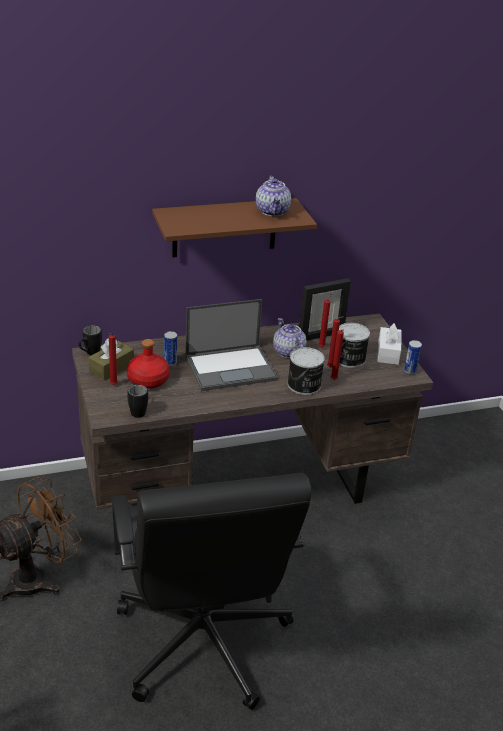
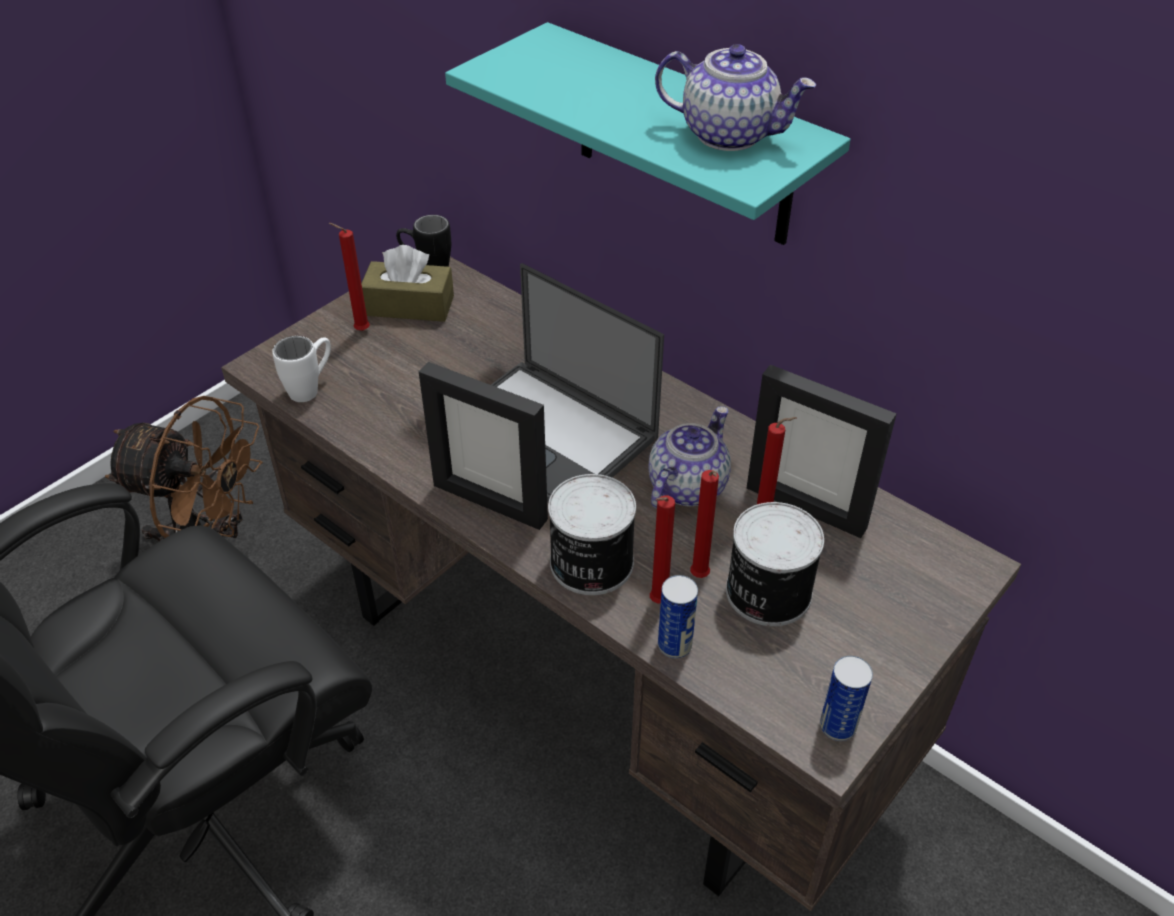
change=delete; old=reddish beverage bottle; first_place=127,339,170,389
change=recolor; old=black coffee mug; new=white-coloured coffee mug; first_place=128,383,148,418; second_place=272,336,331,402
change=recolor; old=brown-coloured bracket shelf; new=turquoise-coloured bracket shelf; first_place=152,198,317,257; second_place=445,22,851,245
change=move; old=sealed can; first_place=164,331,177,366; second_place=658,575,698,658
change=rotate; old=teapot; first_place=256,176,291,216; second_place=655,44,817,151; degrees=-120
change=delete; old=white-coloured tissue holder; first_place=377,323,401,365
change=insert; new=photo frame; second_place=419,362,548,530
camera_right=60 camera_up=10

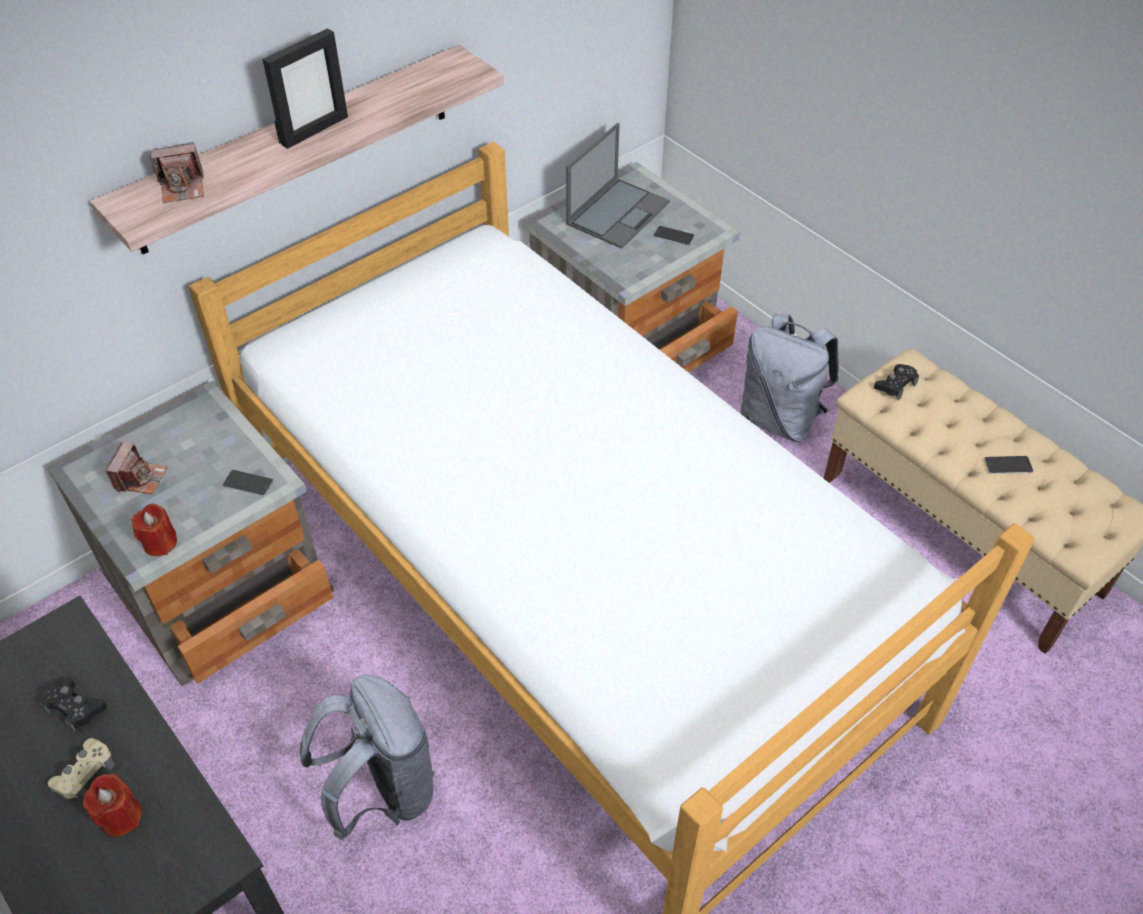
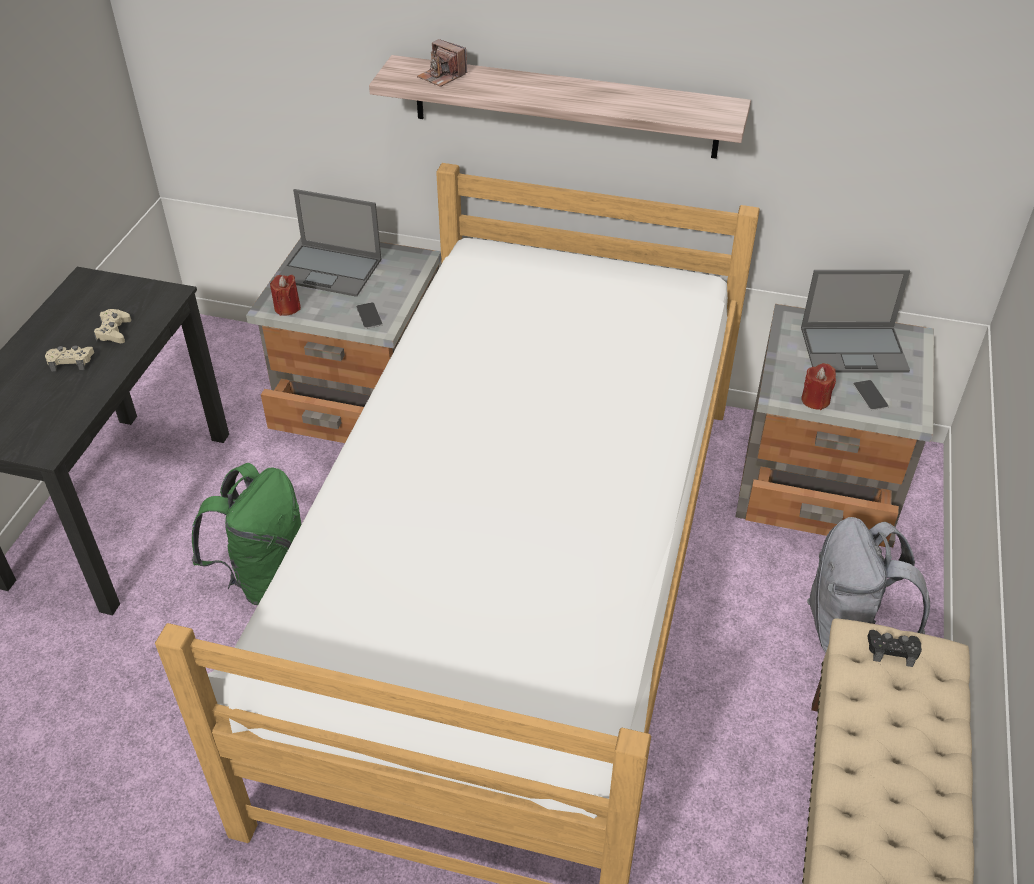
change=recolor; old=black gamepad; new=sand-coloured gamepad; first_place=39,677,107,732; second_place=94,309,131,343
change=move; old=reddish wax light; first_place=83,774,142,837; second_place=801,363,836,410
change=replace; old=still camera; new=portable computer; first_place=106,441,168,494; second_place=279,189,382,297
change=delete; old=photo frame; first_place=263,28,348,149
change=recolor; old=greyish knapsack; new=greenish knapsack; first_place=300,674,435,841; second_place=192,463,301,605
change=delete; old=telephone; first_place=984,456,1034,474
camera_right=55 camera_up=-5

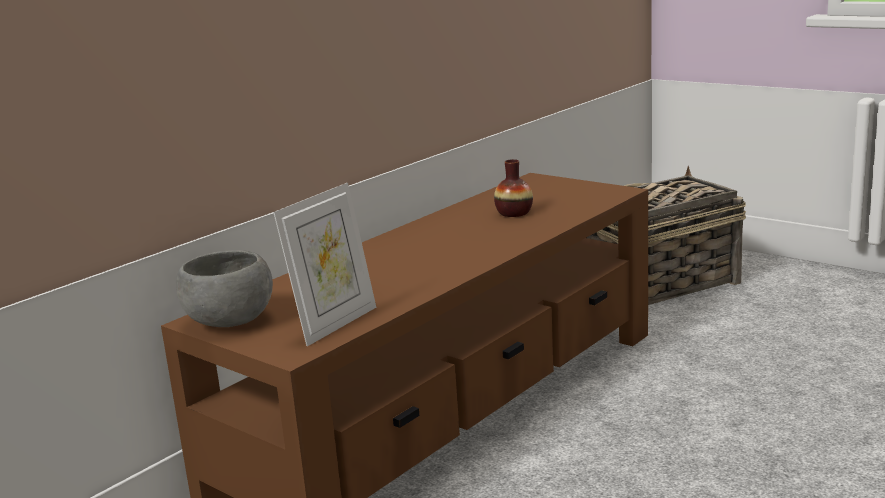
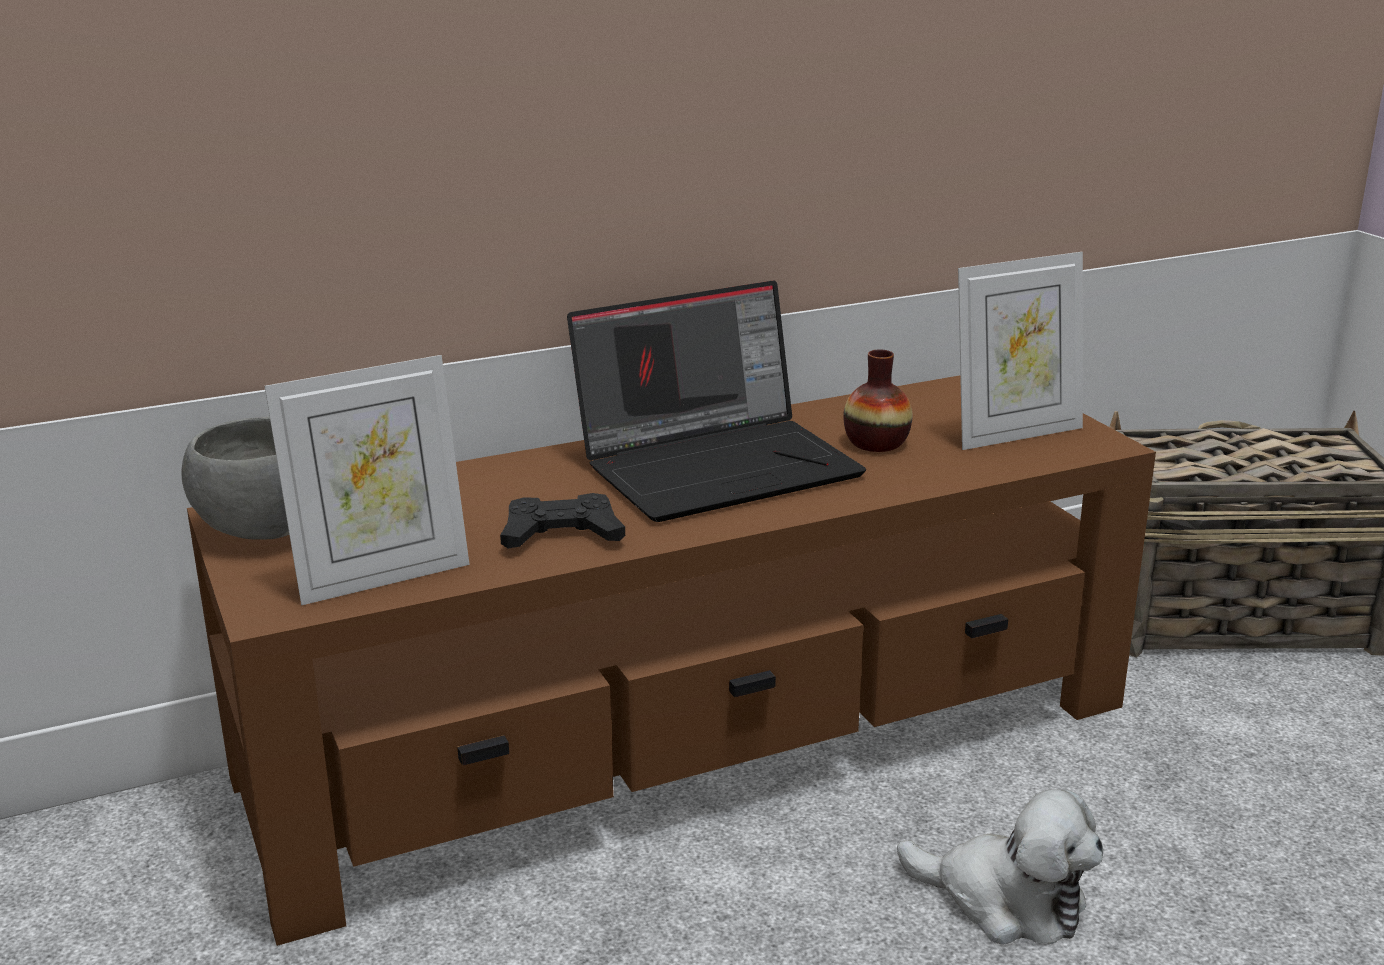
change=insert; new=black gamepad; second_place=500,493,625,549
change=insert; new=portable computer; second_place=567,281,866,522
change=insert; new=soft toy; second_place=897,789,1103,945
change=insert; new=photo frame; second_place=958,252,1083,450
camera_right=25 camera_up=5

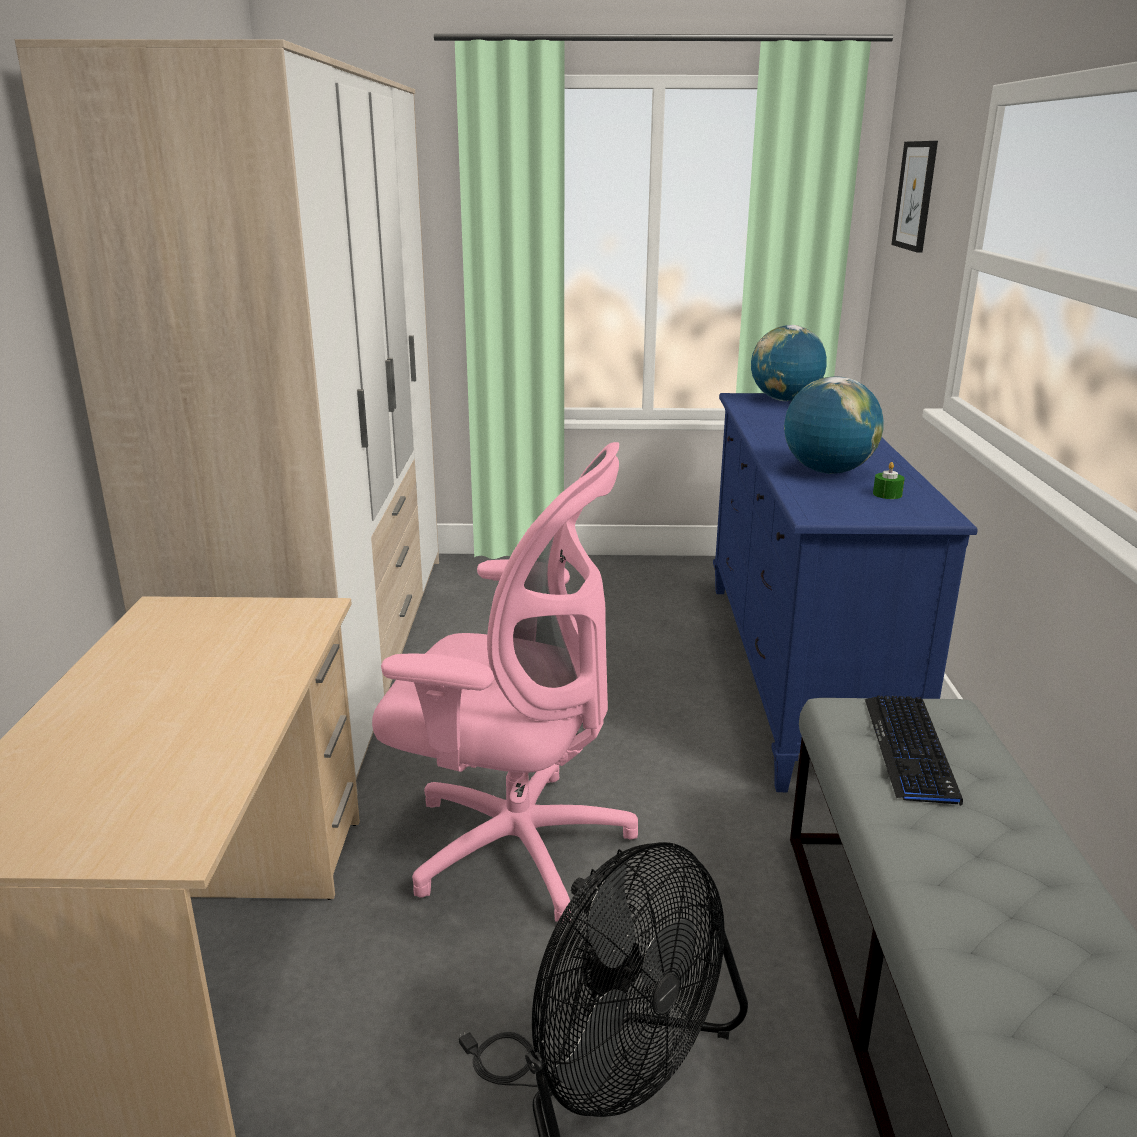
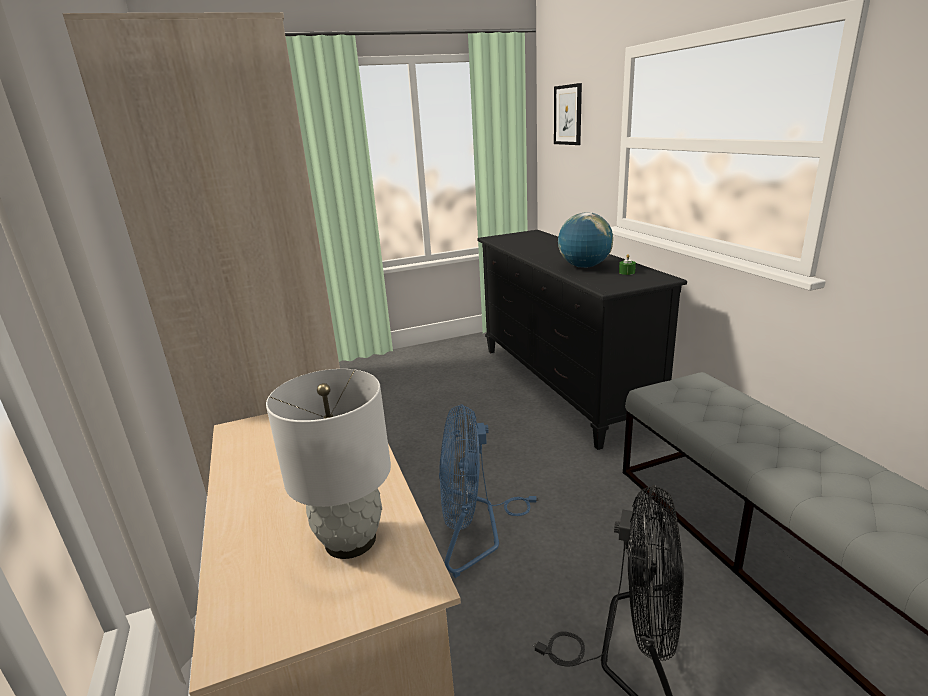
change=replace; old=pink-coloured computer chair; new=bluish electric fan; first_place=372,442,638,922; second_place=439,404,539,578
change=recolor; old=bluish dresser; new=black dresser; first_place=713,393,978,792; second_place=477,230,687,450
change=delete; old=globe; first_place=751,325,827,401
change=delete; old=keyboard; first_place=865,695,963,806
change=insert; new=white-coloured lamp for a table; second_place=266,369,391,559
camera_right=-20 camera_up=0

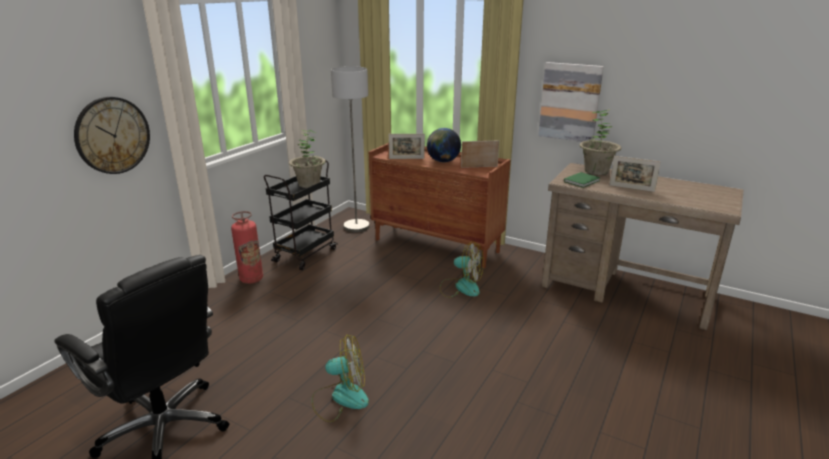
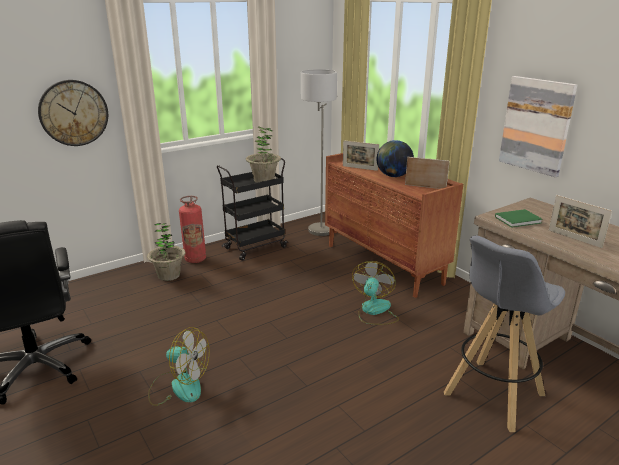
change=rotate; old=electric fan; first_place=439,242,484,298; second_place=352,261,399,325; degrees=-120
change=move; old=potted plant; first_place=579,109,621,175; second_place=147,223,186,281
change=insert; new=greyish stool seat; second_place=444,236,565,432
camera_right=25 camera_up=0

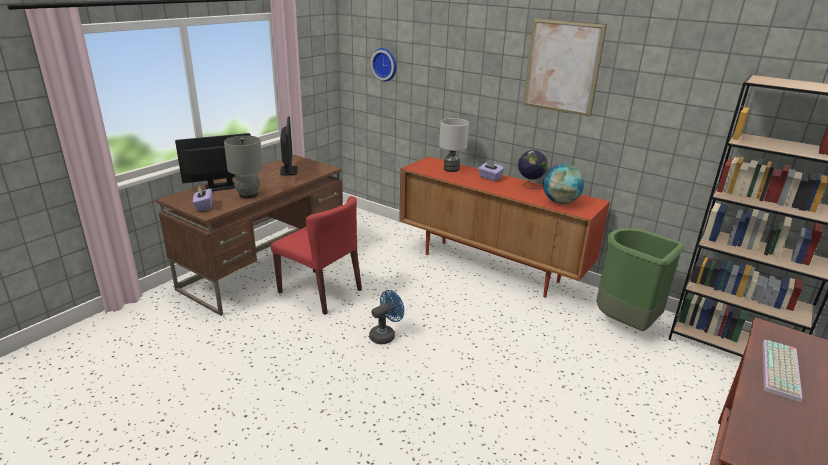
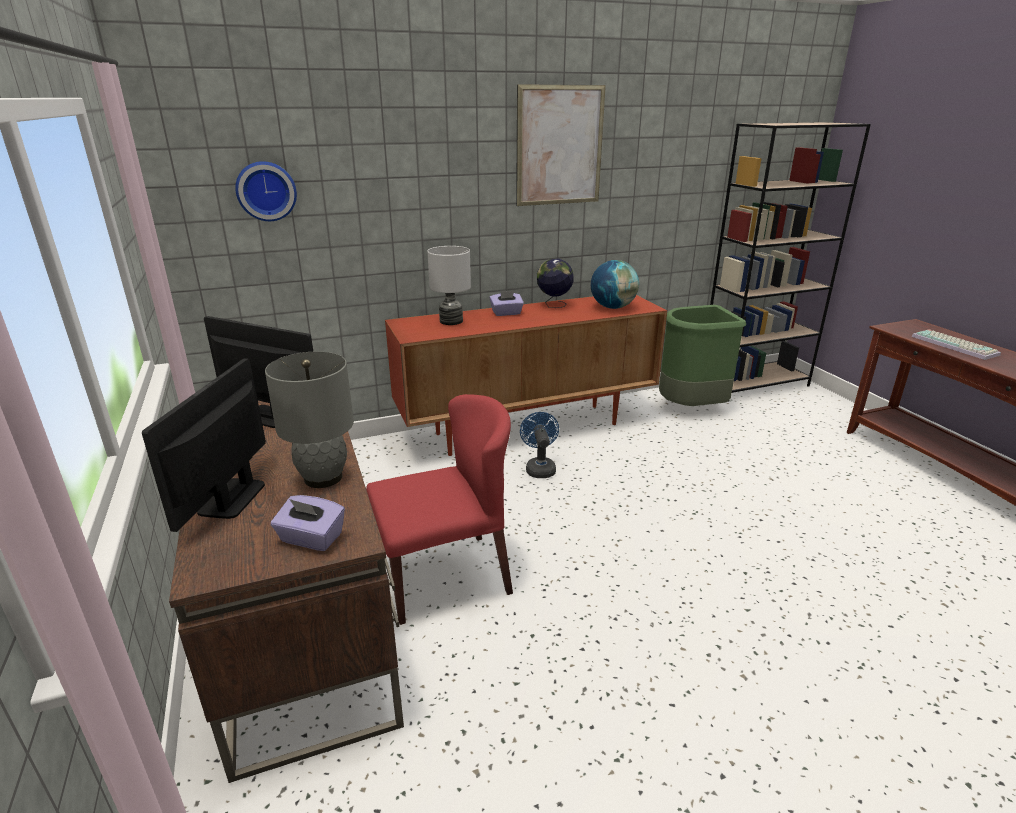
change=move; old=bluish electric fan; first_place=369,290,404,344; second_place=520,412,559,478
camera_right=-55 camera_up=0

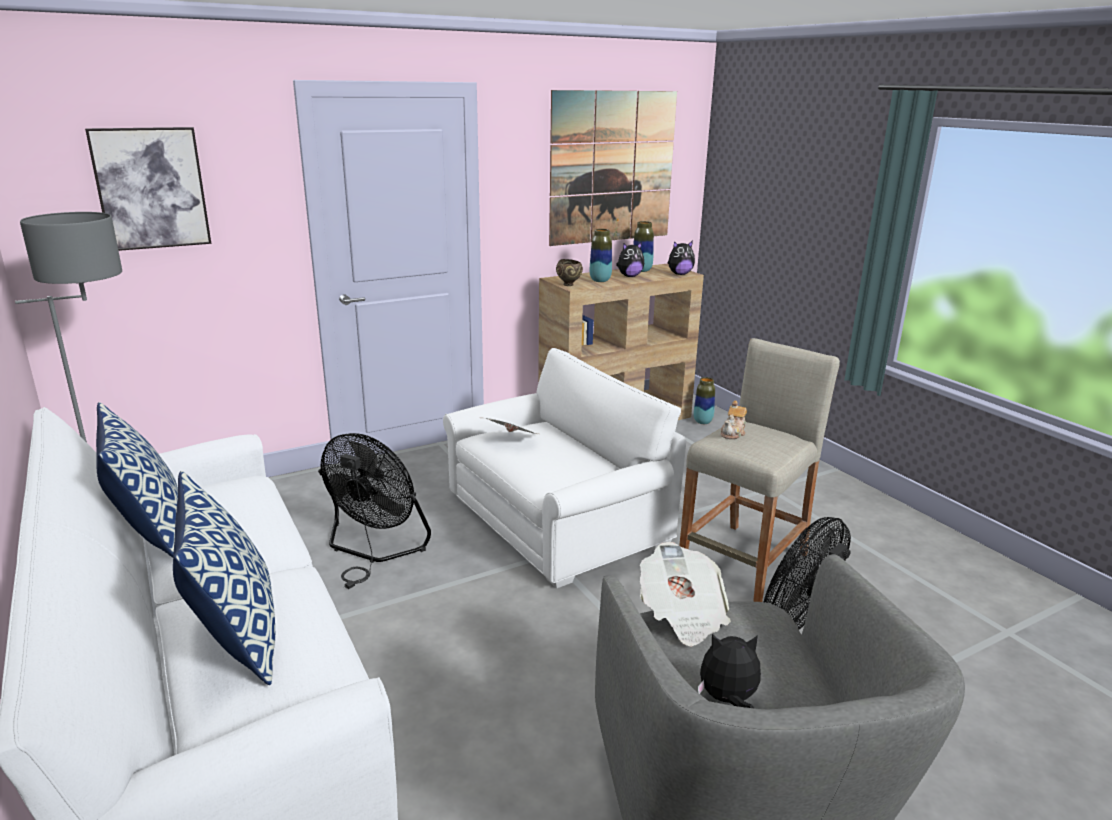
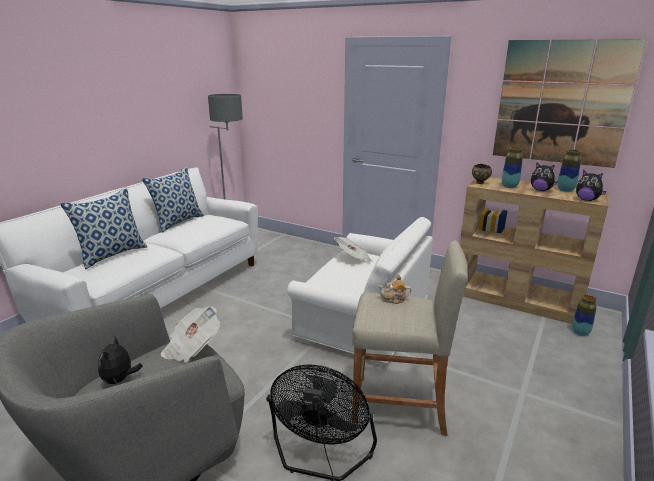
change=delete; old=wall art; first_place=85,127,211,251
change=delete; old=black electric fan; first_place=318,433,431,589
change=rotate; old=soft toy; first_place=698,634,761,708; second_place=98,337,142,384; degrees=-150
camera_right=60 camera_up=0

